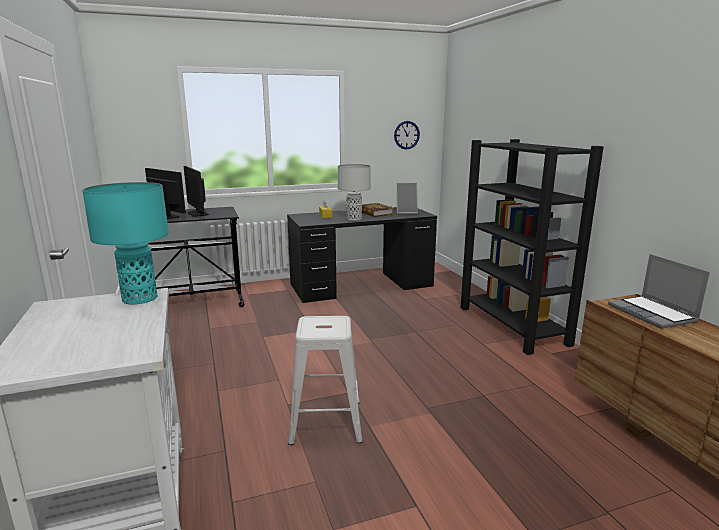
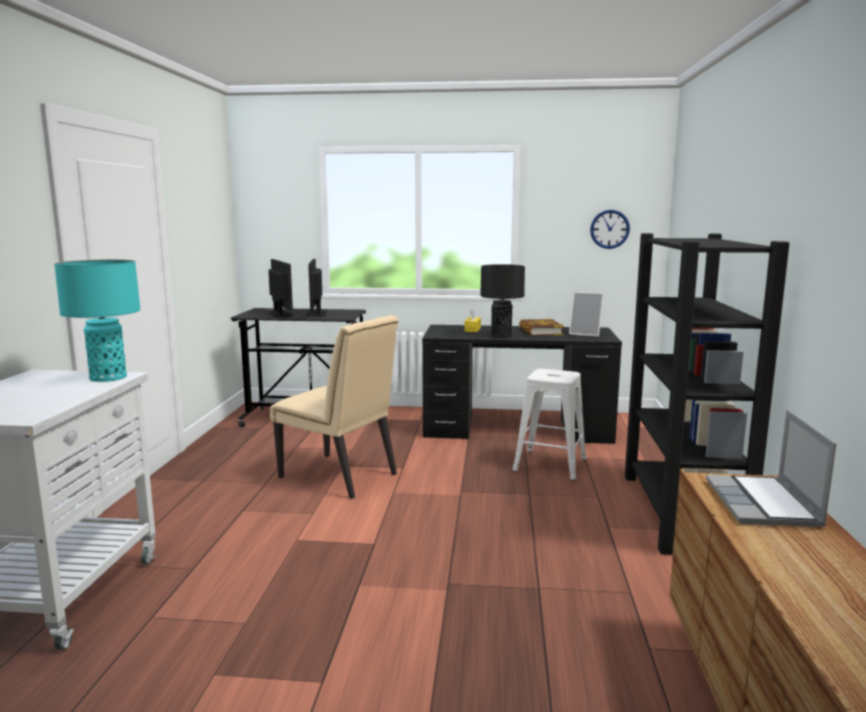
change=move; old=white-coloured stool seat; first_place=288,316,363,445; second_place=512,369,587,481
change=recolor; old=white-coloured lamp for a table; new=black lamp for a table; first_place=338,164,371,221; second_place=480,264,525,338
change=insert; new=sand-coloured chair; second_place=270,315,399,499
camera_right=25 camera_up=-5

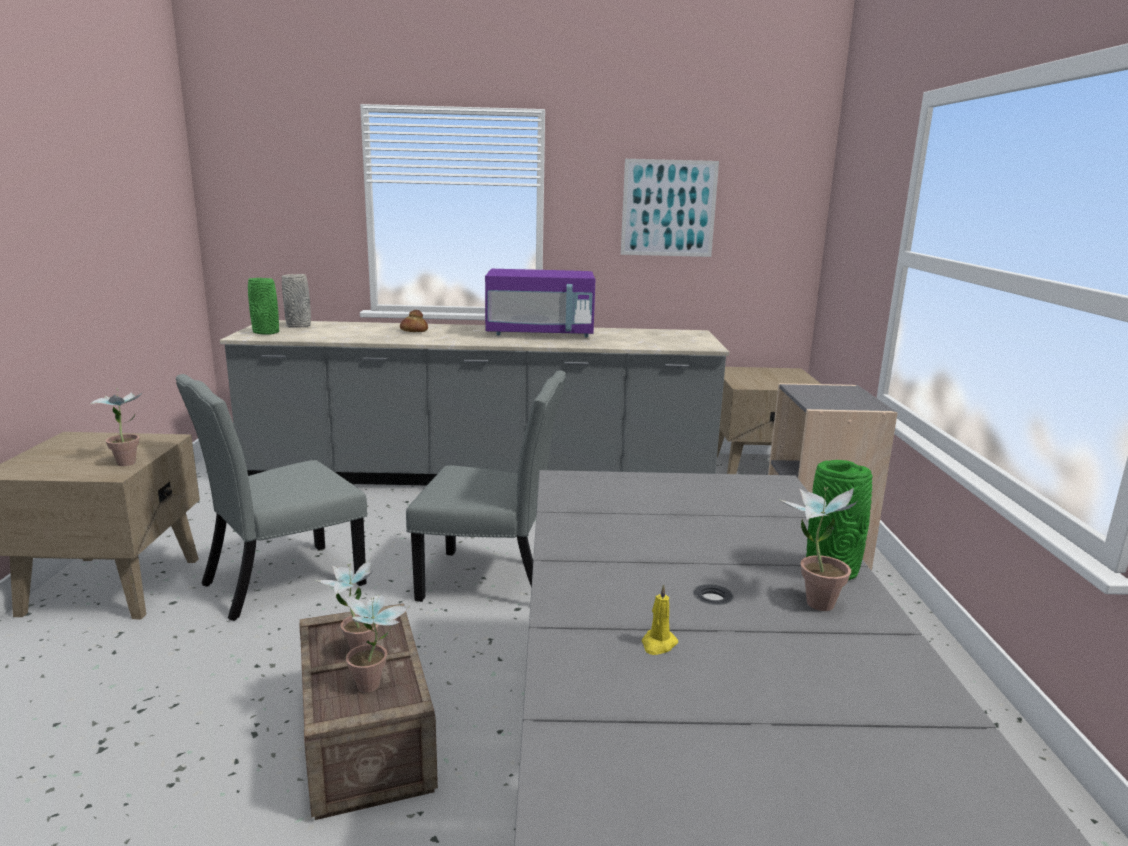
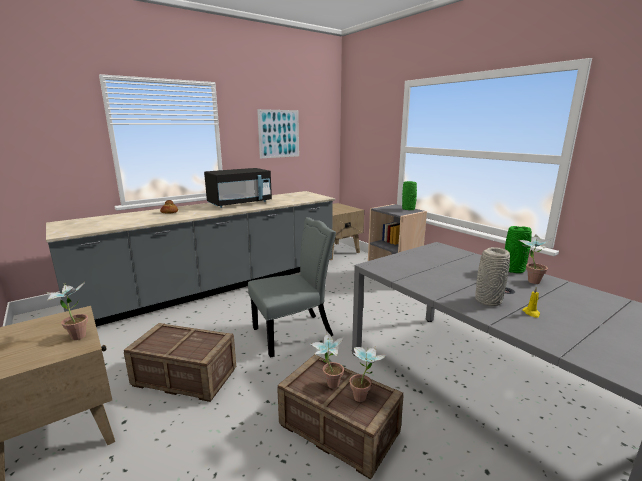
change=replace; old=greyish chair; new=packing crate; first_place=176,374,368,621; second_place=124,323,236,402
change=move; old=greenish vase; first_place=248,278,279,335; second_place=402,181,417,210
change=move; old=greyish vase; first_place=282,274,311,328; second_place=475,247,510,306
change=recolor; old=purple microwave oven; new=black microwave oven; first_place=485,269,595,337; second_place=204,168,272,208
camera_right=-35 camera_up=0

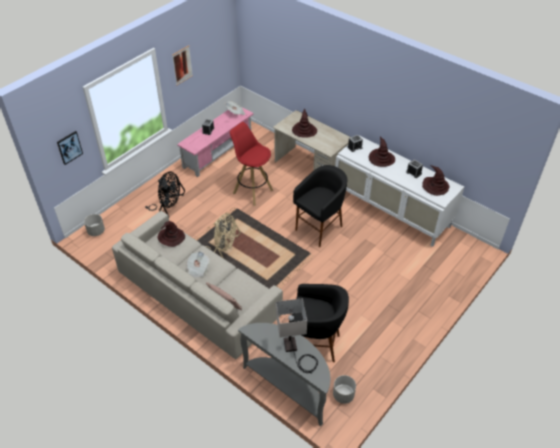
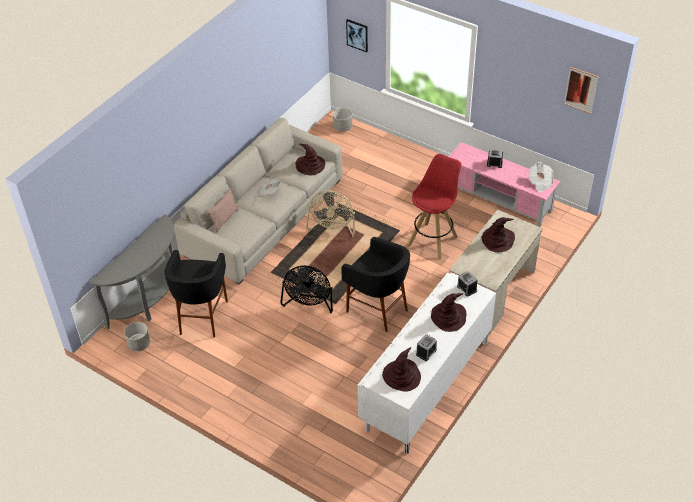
change=move; old=black electric fan; first_place=145,171,185,216; second_place=280,266,333,314
change=move; old=wall art; first_place=172,45,193,86; second_place=564,67,599,114
change=delete; old=lamp for a table; first_place=276,298,318,373
camera_right=85 camera_up=0

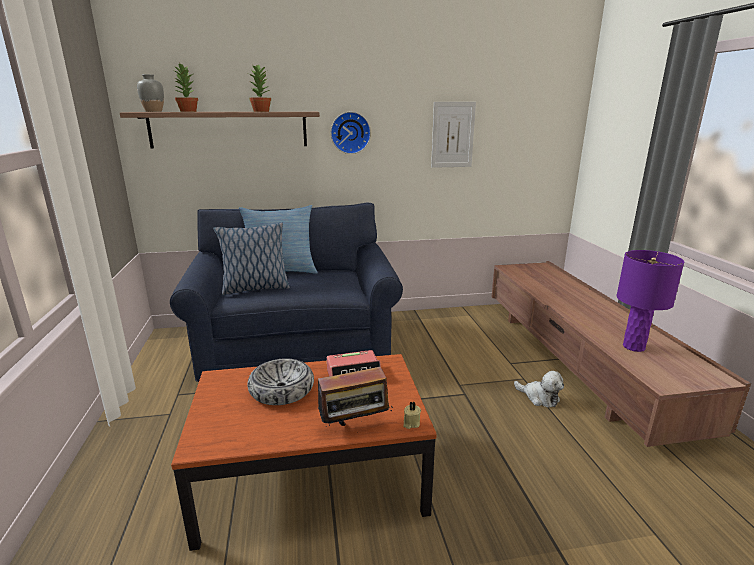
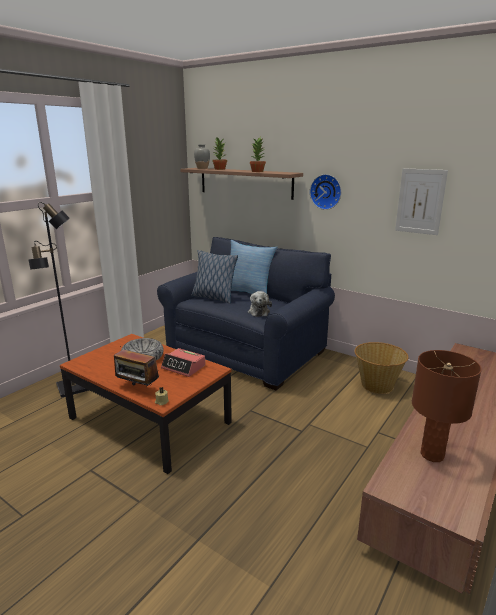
change=move; old=soft toy; first_place=514,371,564,408; second_place=248,291,272,317
change=recolor; old=purple lamp for a table; new=brown-coloured lamp for a table; first_place=617,250,684,352; second_place=412,350,482,462
change=insert; new=black floor lamp; second_place=29,202,89,398
change=insert; new=household basket; second_place=355,342,408,394
camera_right=45 camera_up=0

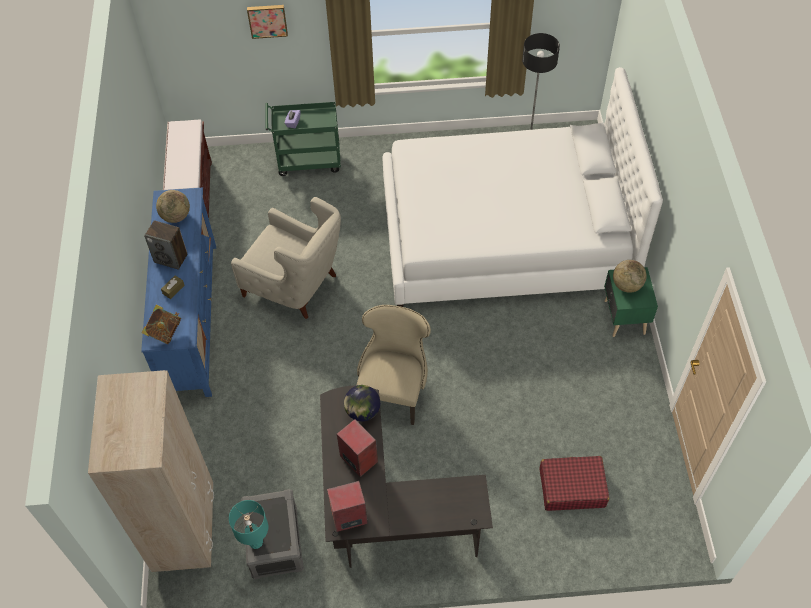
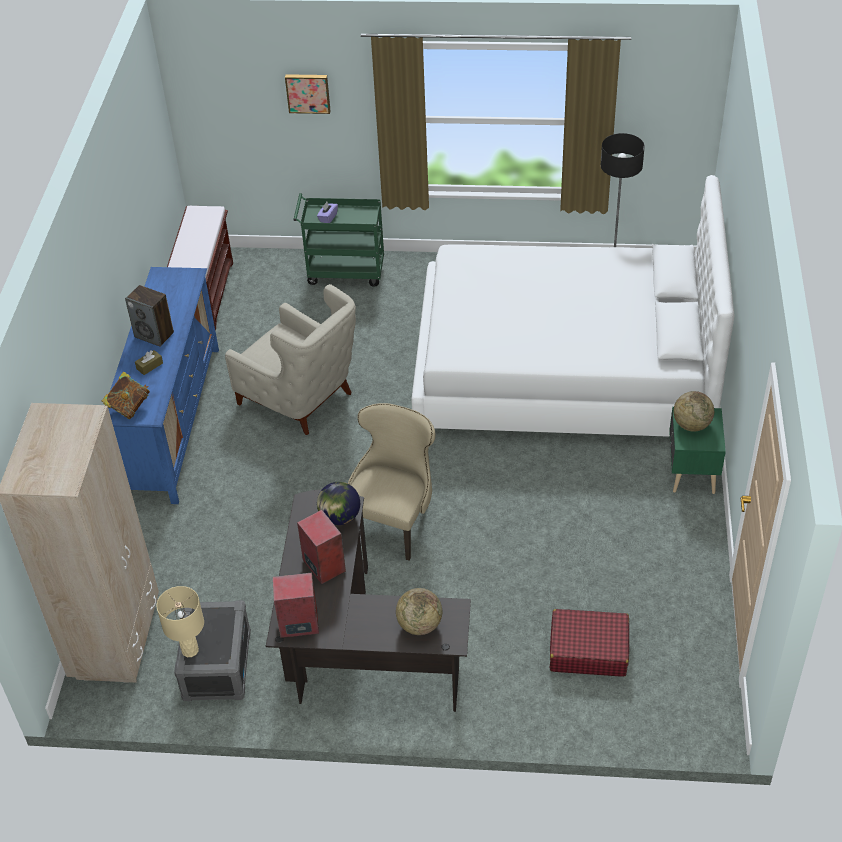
change=move; old=globe; first_place=156,190,190,223; second_place=396,588,442,635
change=recolor; old=turquoise-coloured lamp for a table; new=sand-coloured lamp for a table; first_place=229,500,268,549; second_place=156,586,204,657
camera_right=10 camera_up=-10

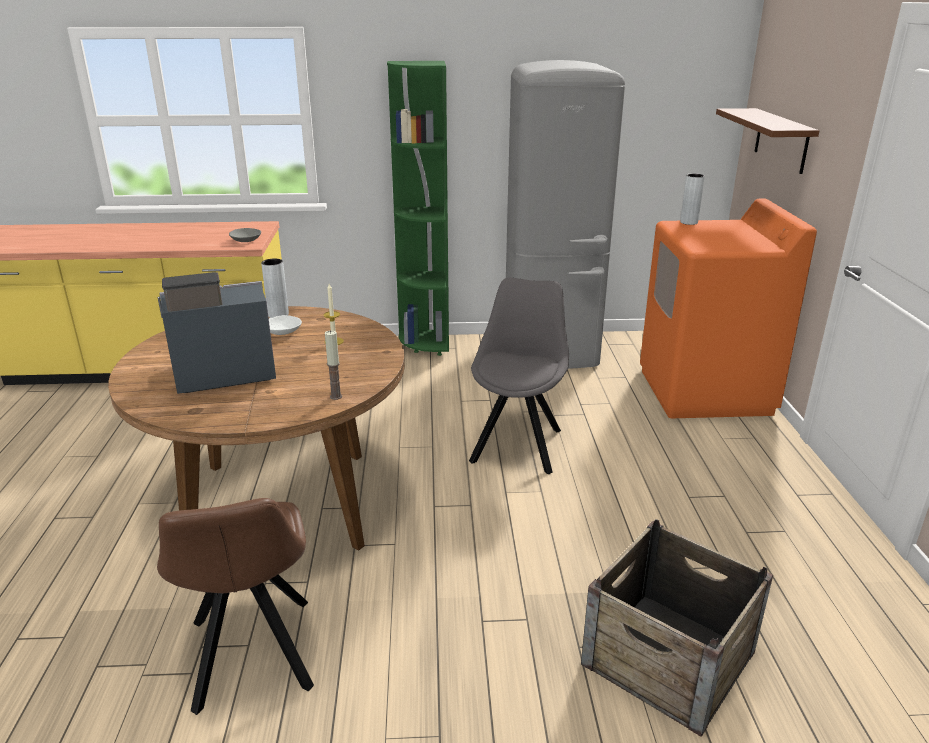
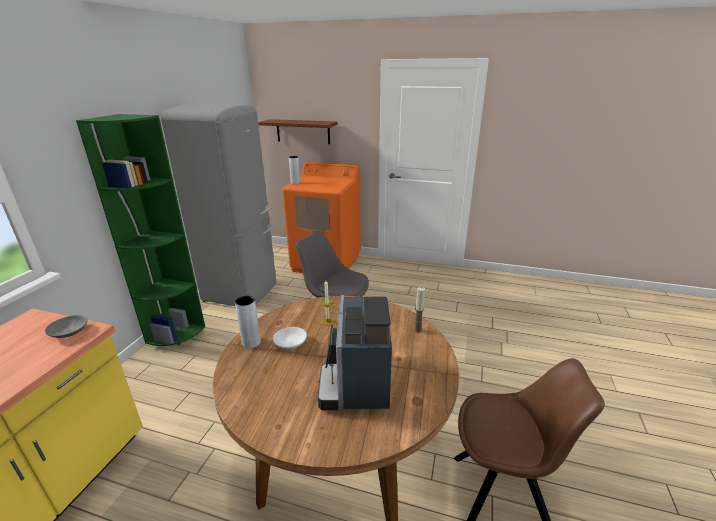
change=delete; old=packing crate; first_place=581,519,773,736
camera_right=-70 camera_up=0

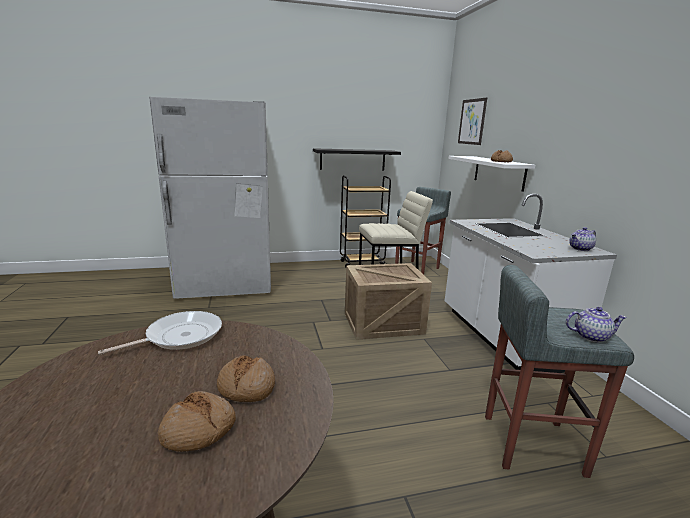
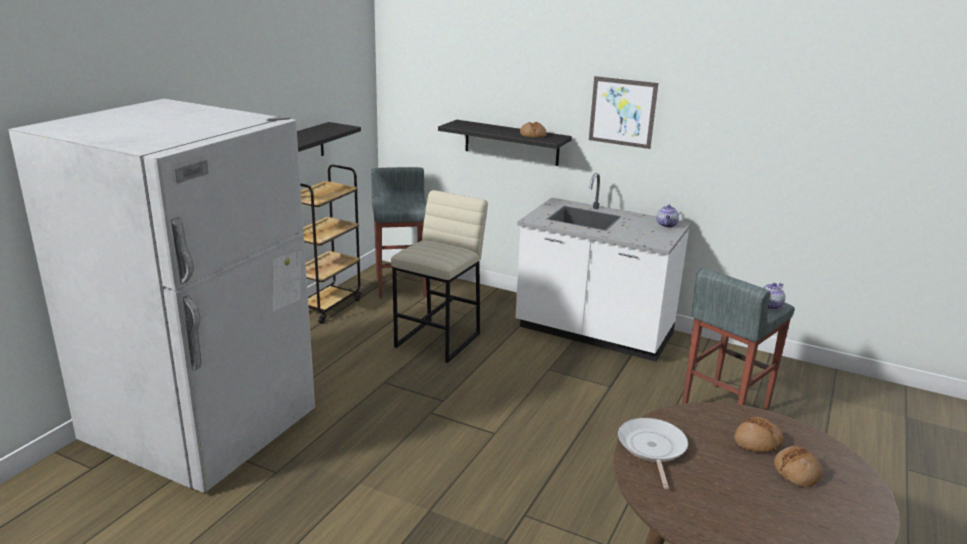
change=delete; old=packing crate; first_place=345,263,432,340
change=recolor; old=white-coloured bracket shelf; new=black bracket shelf; first_place=448,156,535,192; second_place=438,120,572,166
change=move; old=wall art; first_place=458,98,487,145; second_place=589,76,658,149
camera_right=-50 camera_up=5

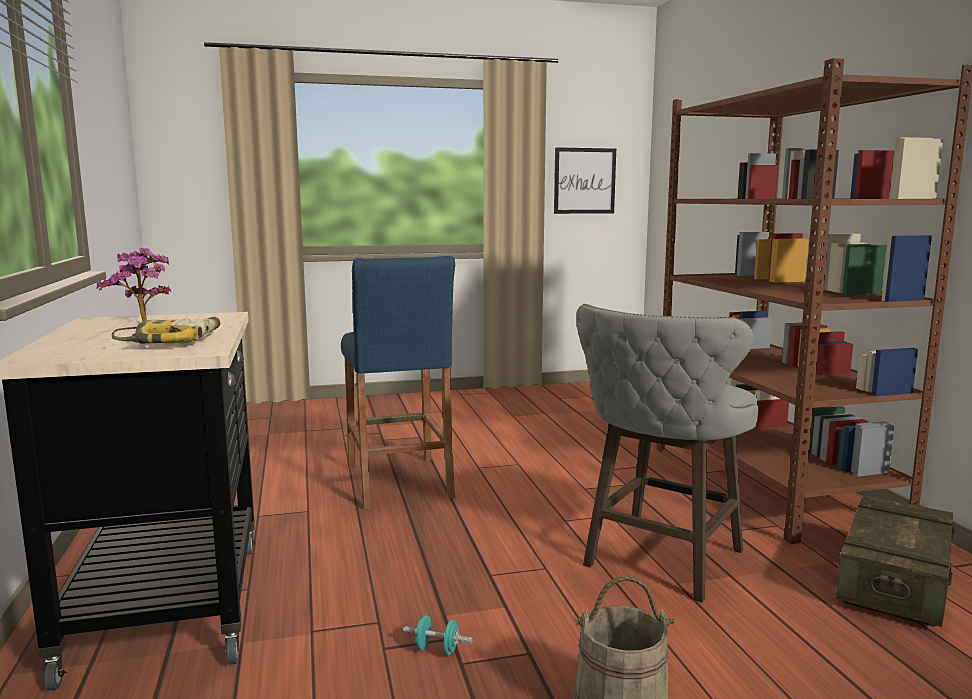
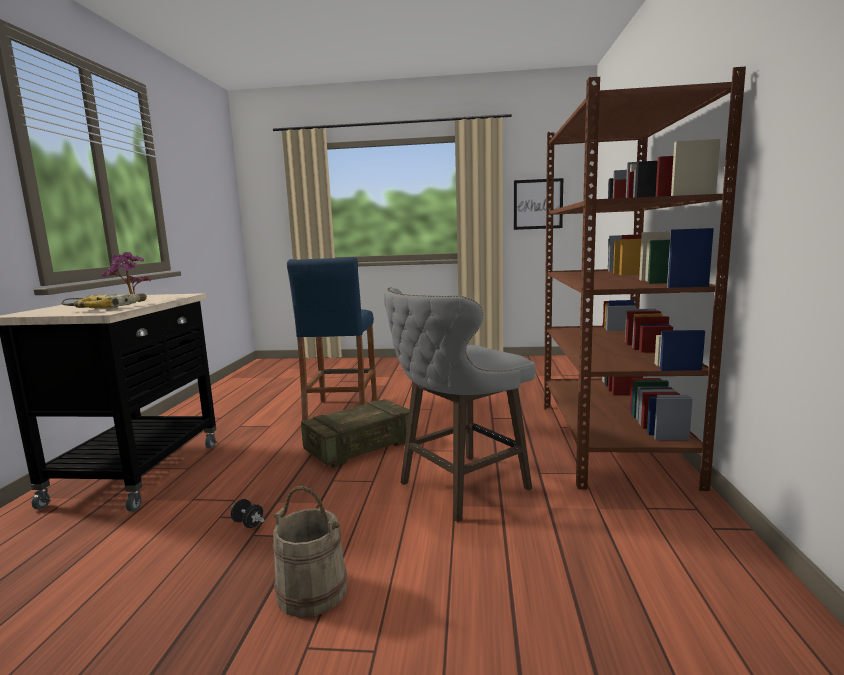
change=recolor; old=turquoise-coloured free weight; new=black free weight; first_place=403,615,473,655; second_place=231,499,265,528
change=move; old=packing crate; first_place=836,495,955,627; second_place=301,399,409,467
camera_right=20 camera_up=0

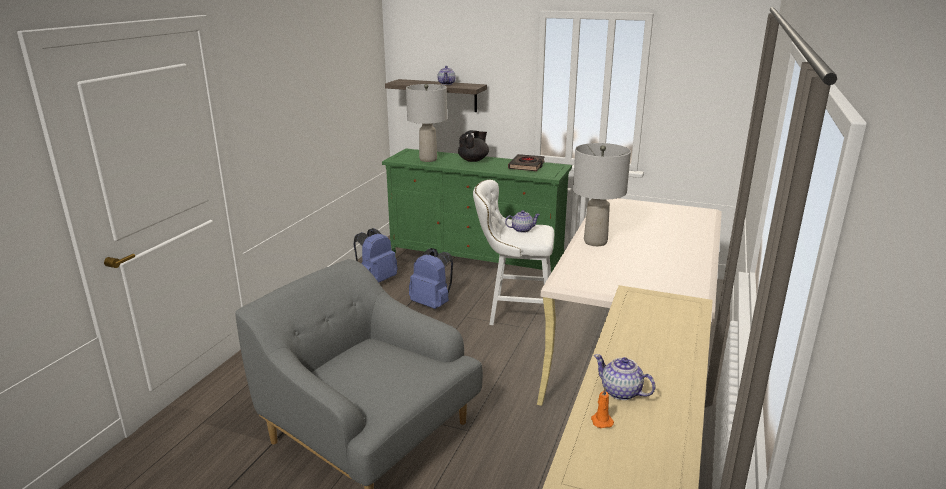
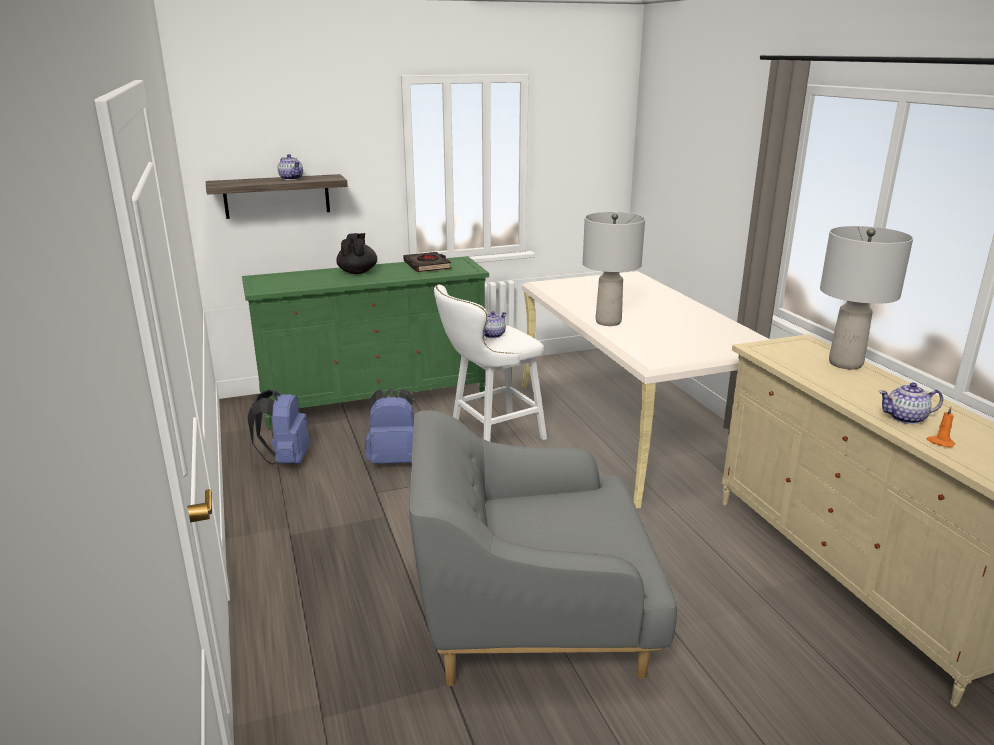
change=move; old=greyish lamp for a table; first_place=406,84,447,162; second_place=820,226,913,370
camera_right=-40 camera_up=0

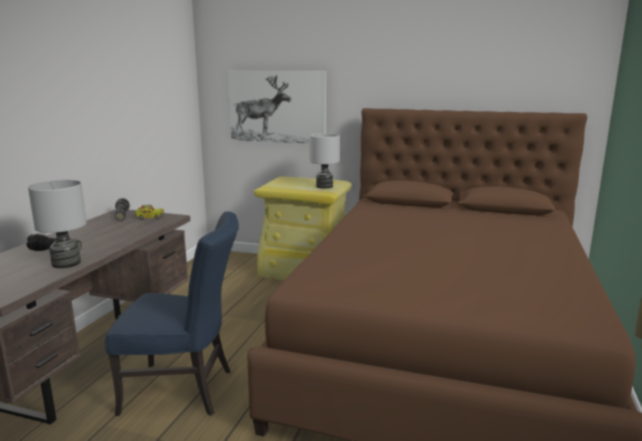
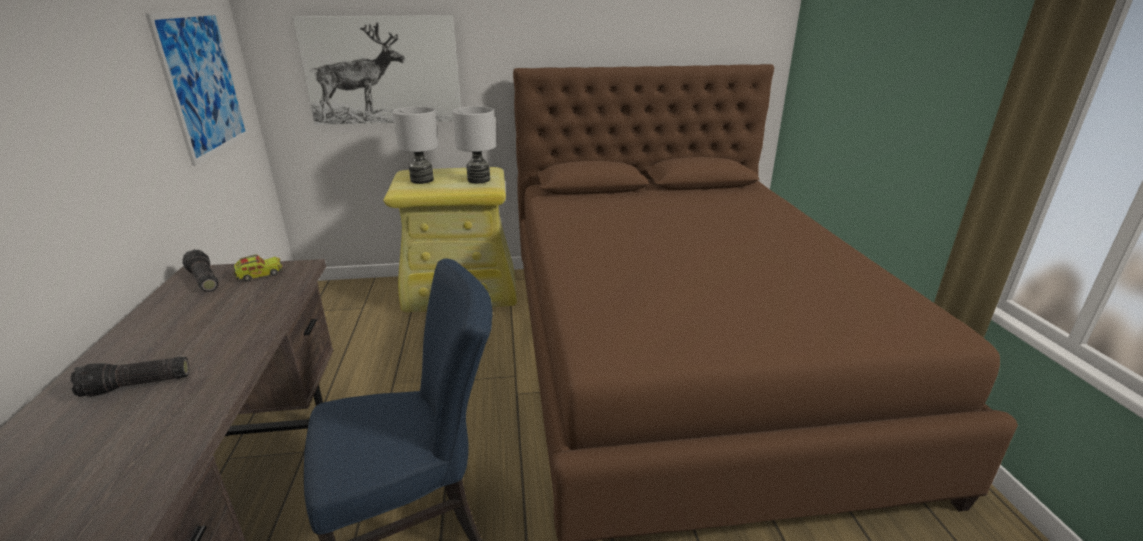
change=move; old=greyish lamp for a table; first_place=28,180,87,268; second_place=393,107,439,184
change=insert; new=wall art; second_place=145,10,249,166
camera_right=-25 camera_up=10

